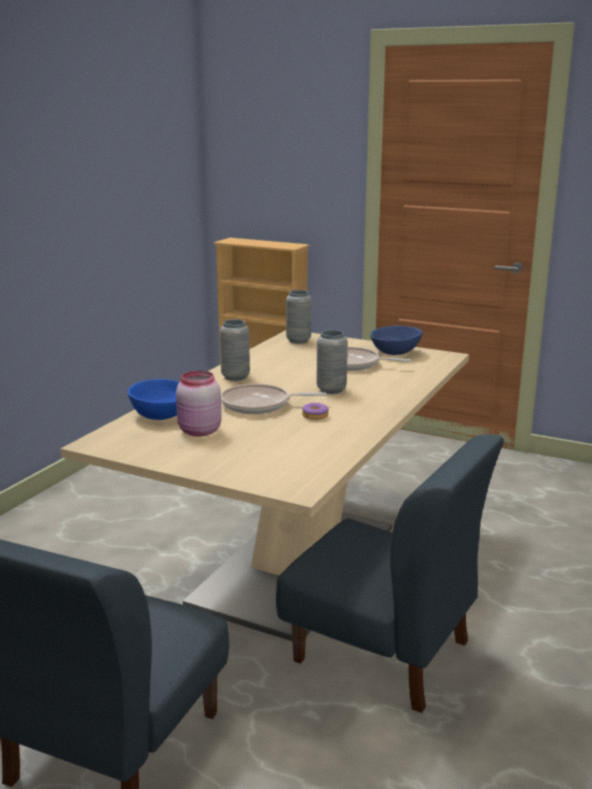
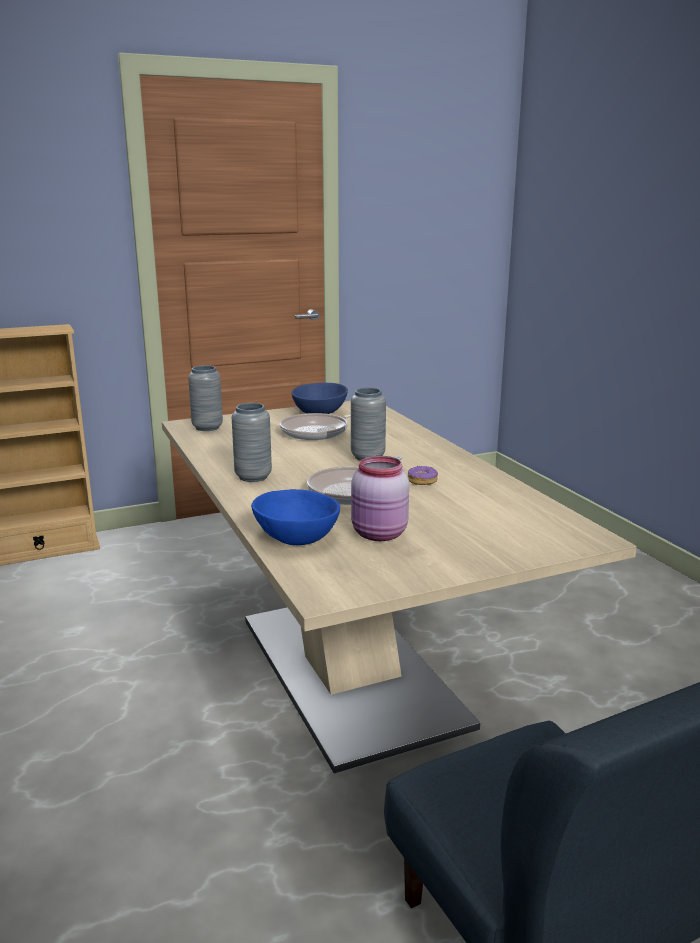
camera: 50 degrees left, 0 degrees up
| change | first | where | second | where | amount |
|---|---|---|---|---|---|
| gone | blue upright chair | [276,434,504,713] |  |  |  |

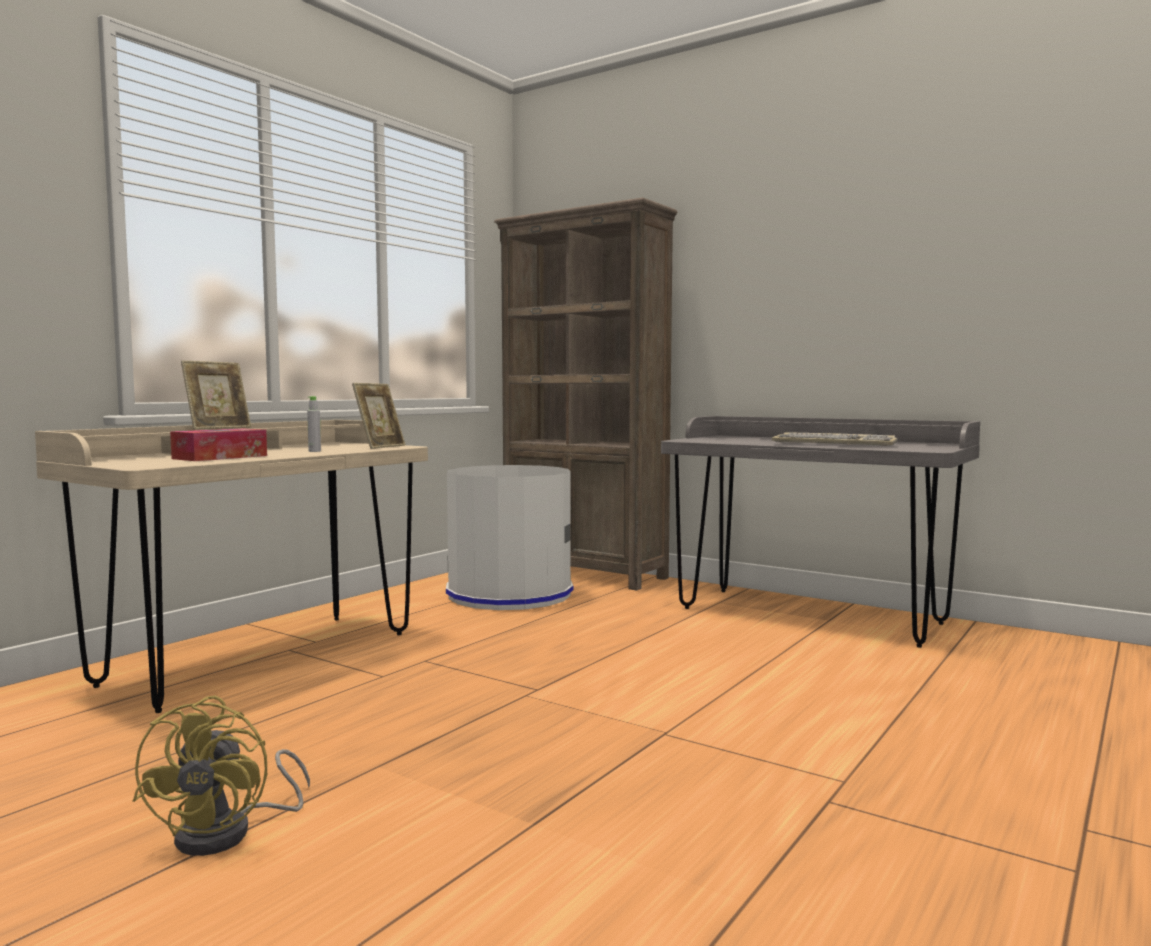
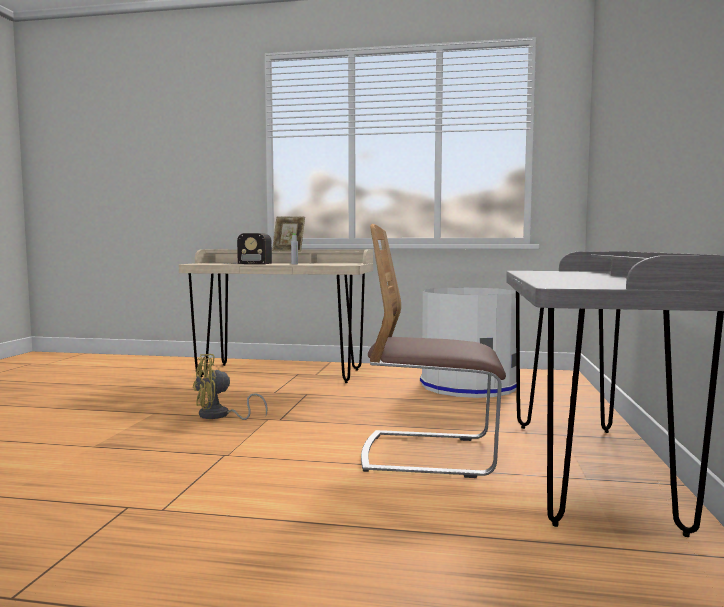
camera: 65 degrees right, 0 degrees up
| change | first | where | second | where | amount |
|---|---|---|---|---|---|
| shifted | yellow-coloured cooling fan | [132,696,310,856] |  | [193,354,268,420] |  |
| swapped | tissue box | [170,429,267,461] | radio set | [223,233,272,264] |  |
| new |  |  | upright chair | [361,224,506,478] |  |
| gone | standing frame | [352,383,406,449] |  |  |  |
| gone | brown-coloured shelving unit | [494,197,678,591] |  |  |  |
| gone | keyboard | [772,432,897,446] |  |  |  |

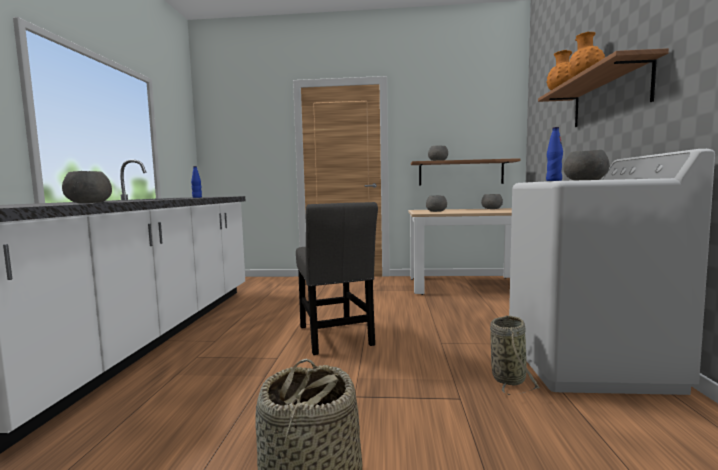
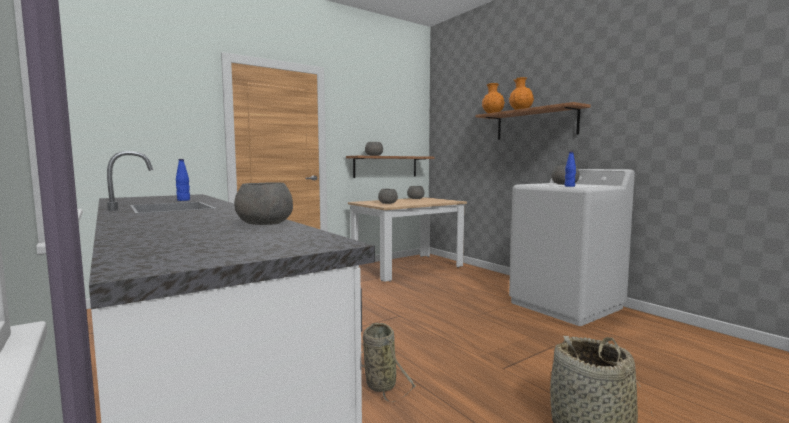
camera: 40 degrees left, 0 degrees up
| change | first | where | second | where | amount |
|---|---|---|---|---|---|
| shifted | storage basket | [490,315,540,395] |  | [361,323,416,402] |  |
| gone | greyish upright chair | [296,202,378,355] |  |  |  |

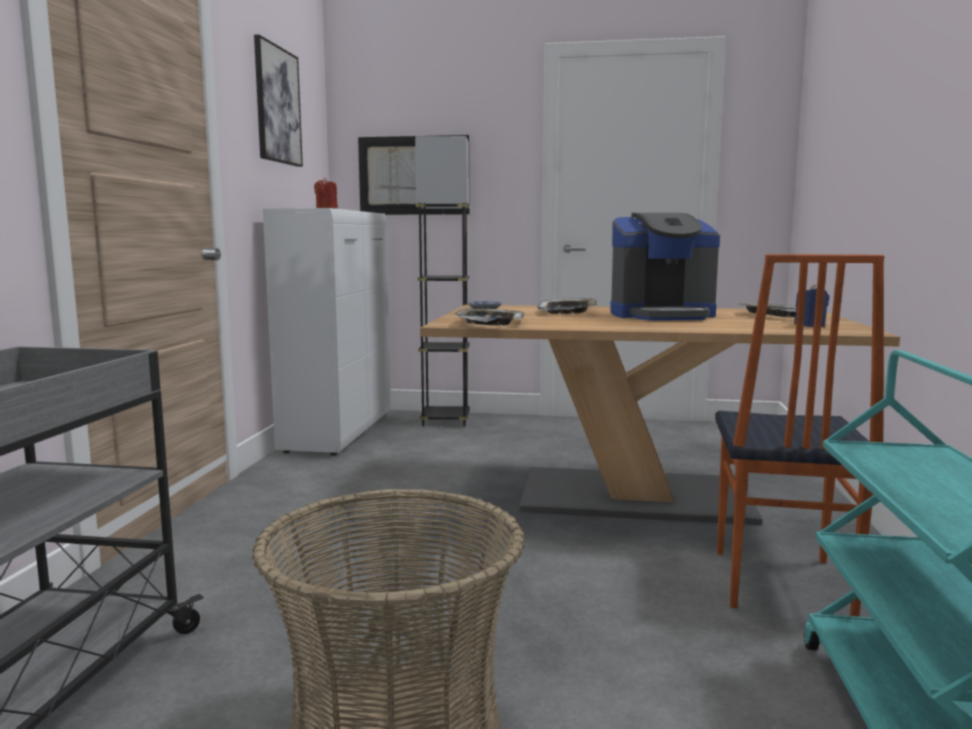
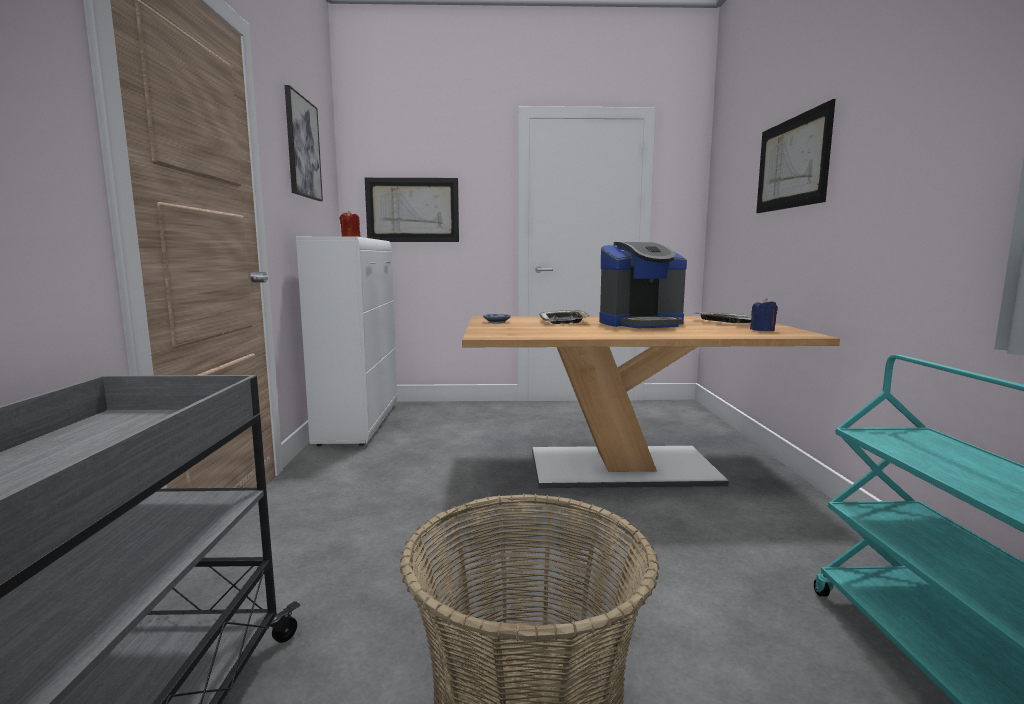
camera: 10 degrees left, 0 degrees up
| change | first | where | second | where | amount |
|---|---|---|---|---|---|
| new |  |  | wall art | [756,99,836,213] |  |
| gone | greyish standard lamp | [415,136,470,427] |  |  |  |
| gone | serving tray | [454,308,524,326] |  |  |  |
| gone | upright chair | [715,254,884,617] |  |  |  |

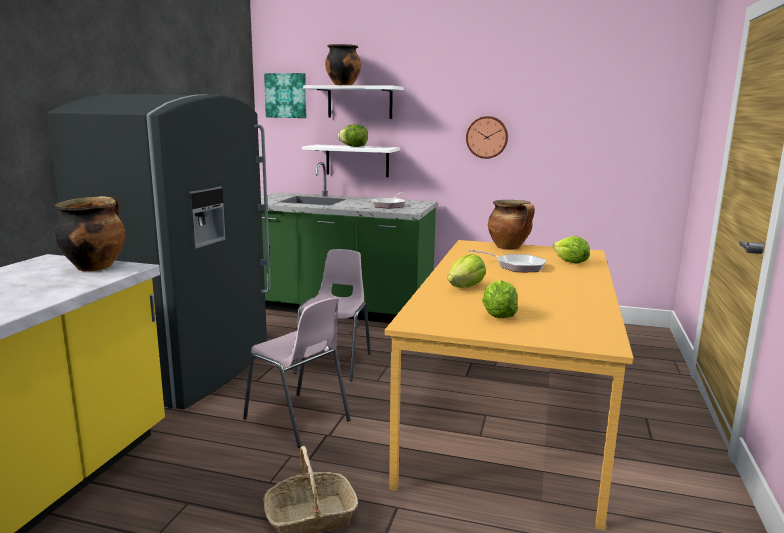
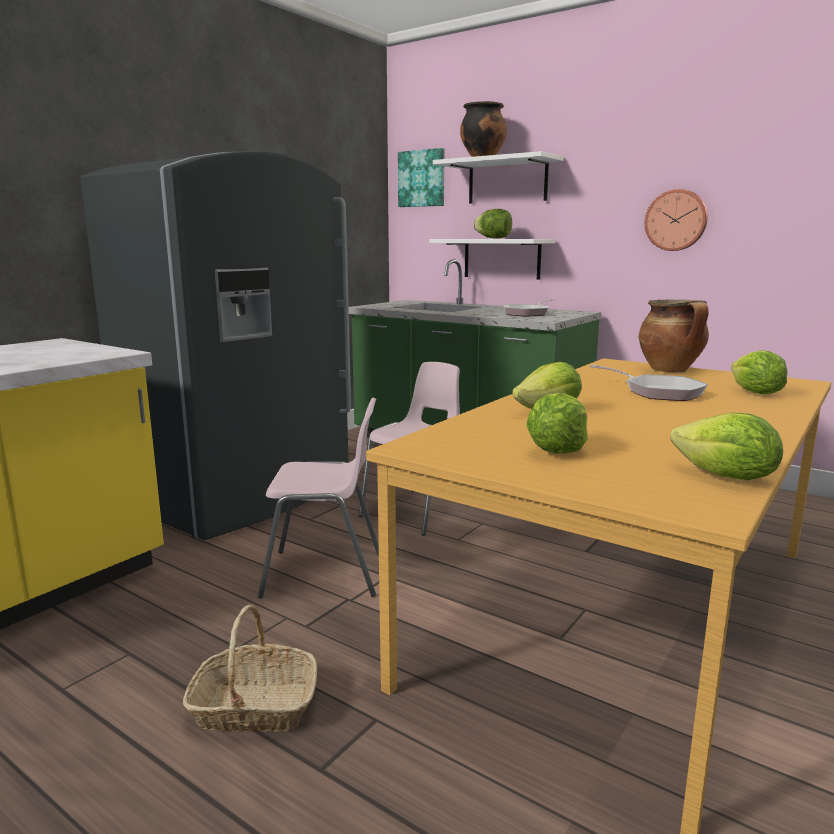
camera: 20 degrees right, 0 degrees up
| change | first | where | second | where | amount |
|---|---|---|---|---|---|
| rotated | pinkish upright chair | [243,297,351,448] |  | [258,398,379,598] | 60 degrees counterclockwise |
| new |  |  | lettuce head | [670,412,783,480] |  |
| gone | stockpot | [55,196,125,271] |  |  |  |

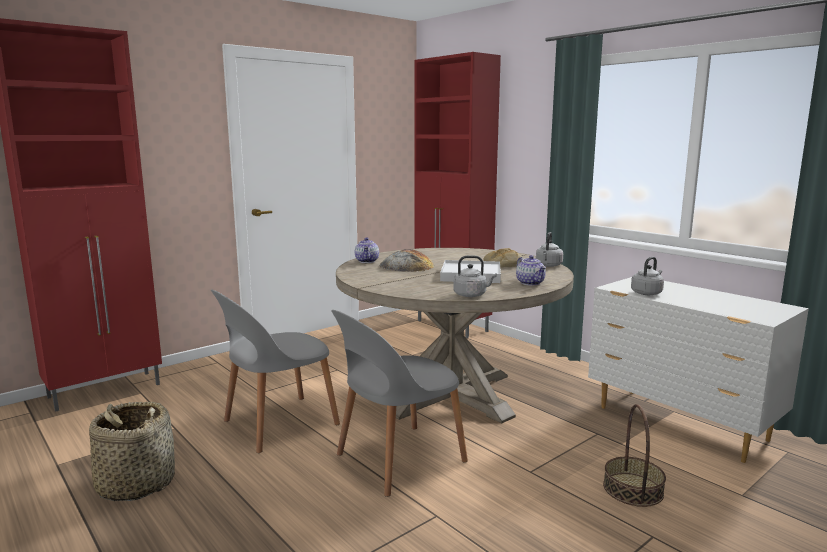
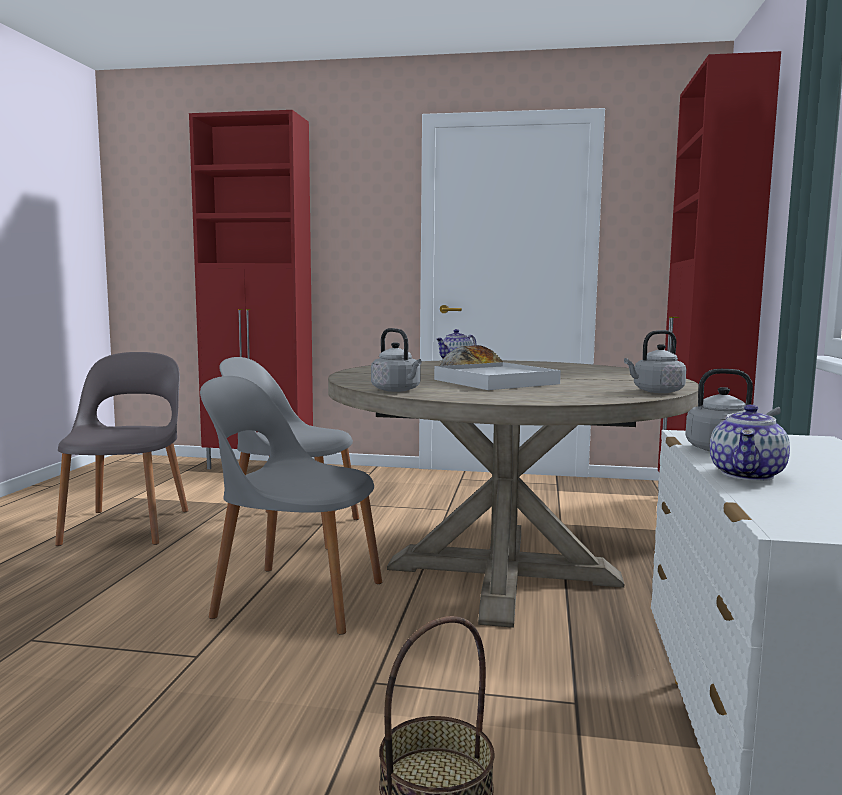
camera: 50 degrees right, 5 degrees down
| change | first | where | second | where | amount |
|---|---|---|---|---|---|
| swapped | storage basket | [89,402,175,501] | greyish upright chair | [55,352,189,546] |  |
| shifted | pot for tea | [516,255,546,285] |  | [710,404,790,481] |  |
| gone | bread | [483,248,522,268] |  |  |  |

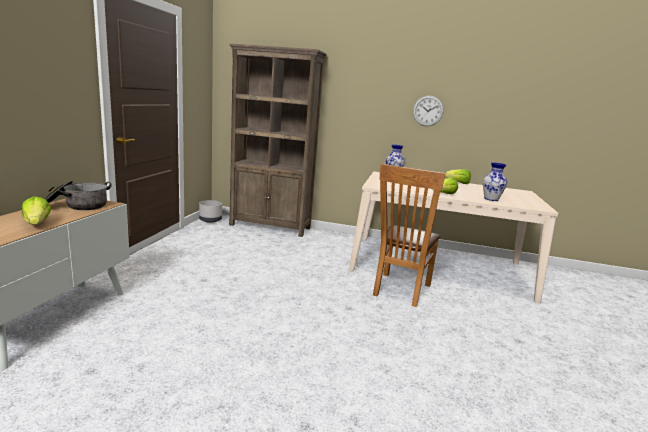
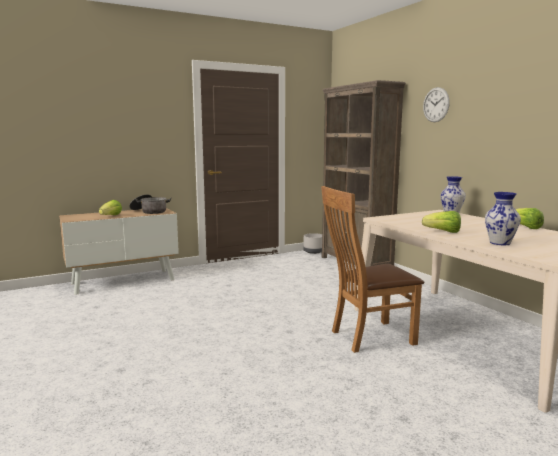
camera: 50 degrees right, 5 degrees down
| change | first | where | second | where | amount |
|---|---|---|---|---|---|
| shifted | clock on the wall | [413,96,444,126] |  | [423,87,450,122] |  |

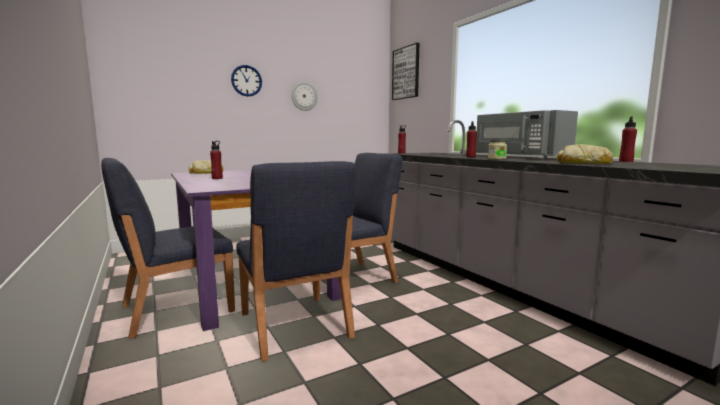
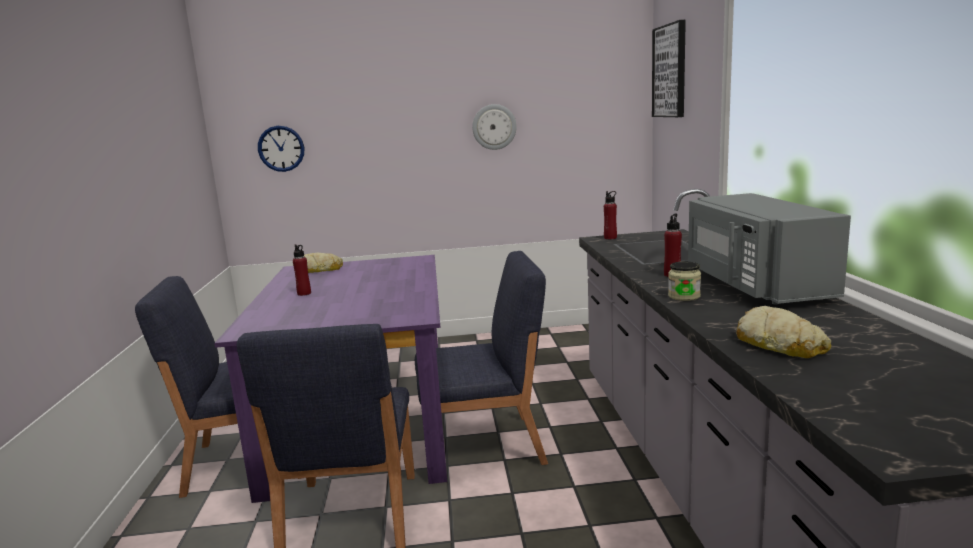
camera: 25 degrees right, 5 degrees up
| change | first | where | second | where | amount |
|---|---|---|---|---|---|
| shifted | clock on the wall | [231,65,262,97] |  | [258,126,304,172] |  |
| gone | reddish beverage bottle | [619,116,637,162] |  |  |  |

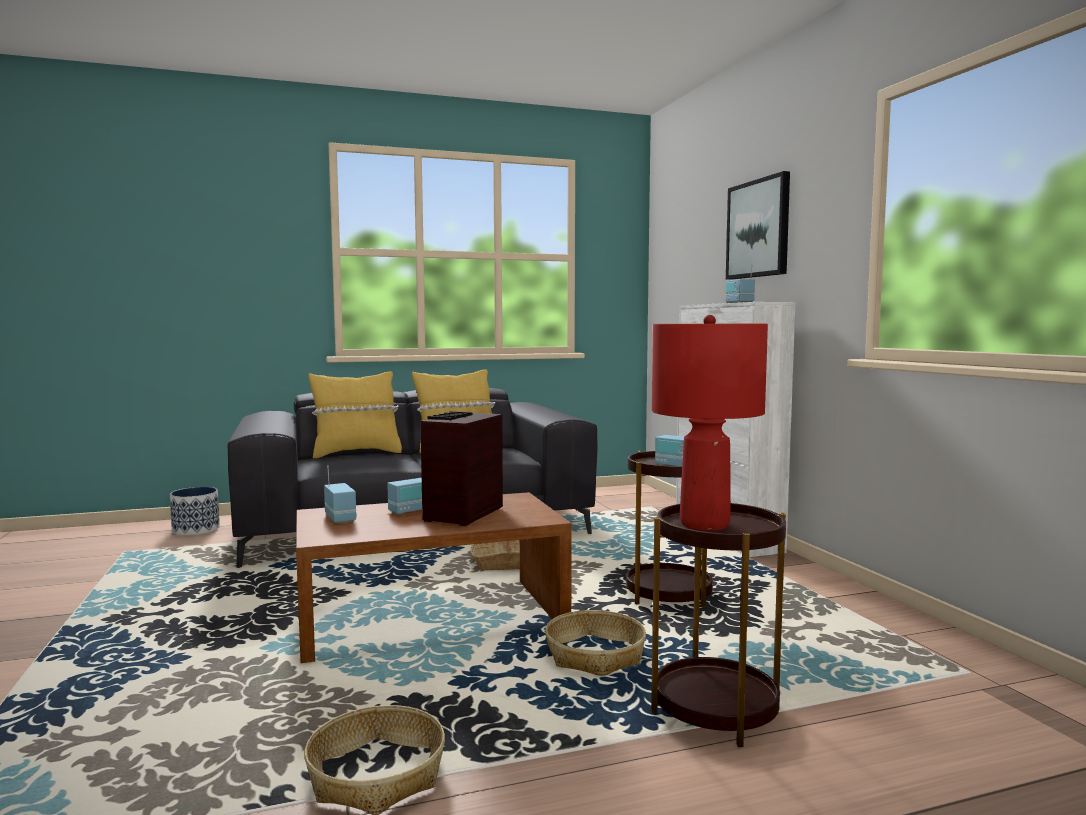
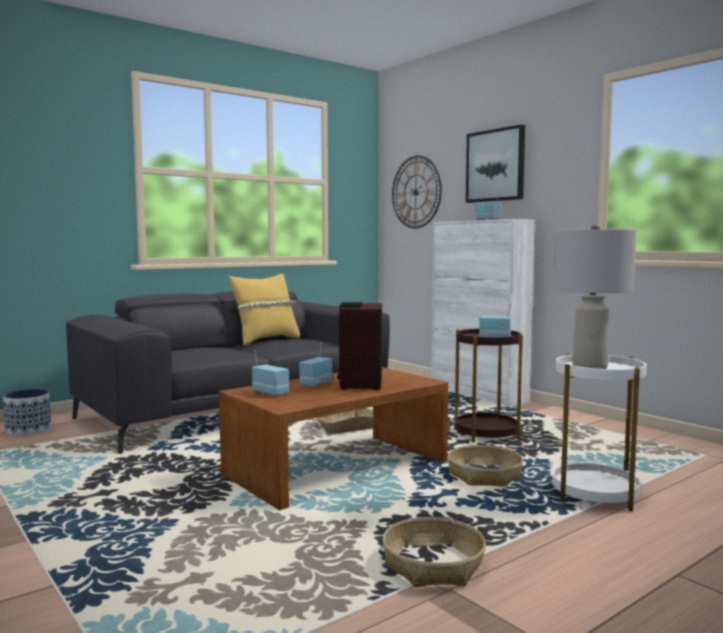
camera: 20 degrees left, 0 degrees up
| change | first | where | second | where | amount |
|---|---|---|---|---|---|
| new |  |  | clock on the wall | [392,155,442,229] |  |
| repainted | brown-coloured accent table | [651,503,786,747] | whitish accent table | [552,354,647,512] |  |
| repainted | reddish table lamp | [652,315,768,531] | greyish table lamp | [554,224,636,369] |  |
| gone | yellow-coloured throw pillow | [309,372,402,458] |  |  |  |

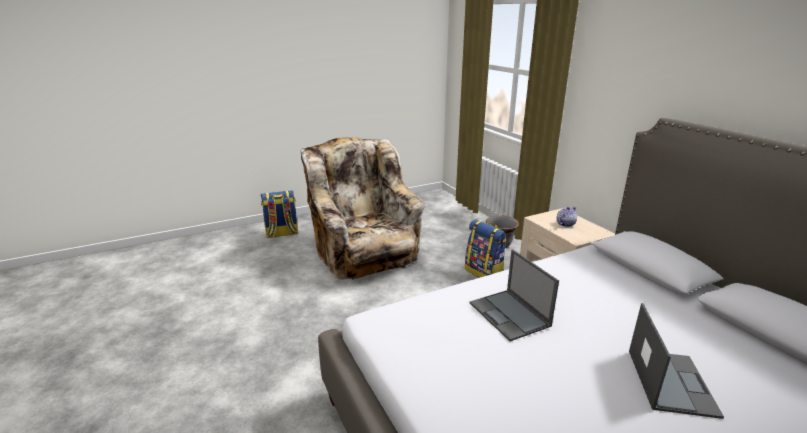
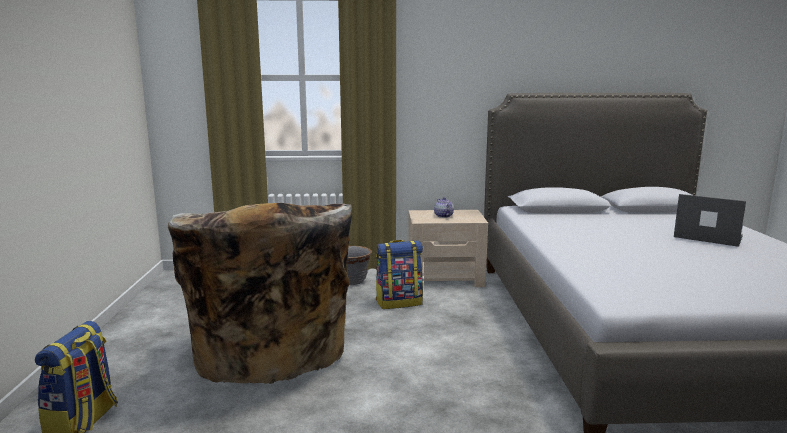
camera: 65 degrees left, 10 degrees down
| change | first | where | second | where | amount |
|---|---|---|---|---|---|
| rotated | beige armchair | [301,137,425,282] |  | [168,203,352,384] | 105 degrees counterclockwise |
| gone | notebook computer | [470,249,559,341] |  |  |  |

